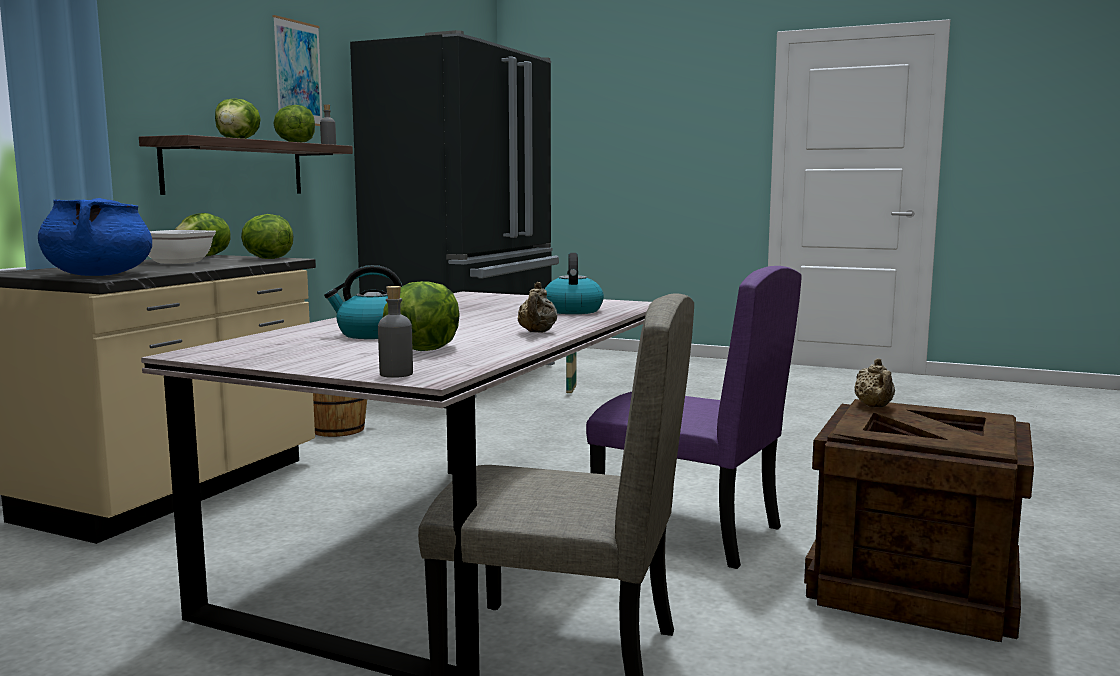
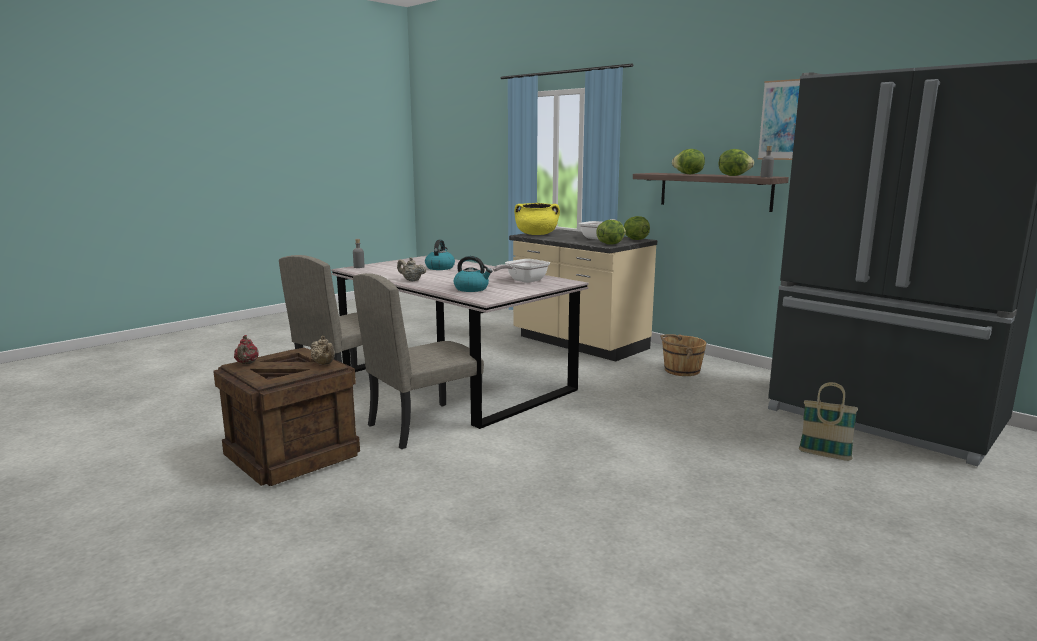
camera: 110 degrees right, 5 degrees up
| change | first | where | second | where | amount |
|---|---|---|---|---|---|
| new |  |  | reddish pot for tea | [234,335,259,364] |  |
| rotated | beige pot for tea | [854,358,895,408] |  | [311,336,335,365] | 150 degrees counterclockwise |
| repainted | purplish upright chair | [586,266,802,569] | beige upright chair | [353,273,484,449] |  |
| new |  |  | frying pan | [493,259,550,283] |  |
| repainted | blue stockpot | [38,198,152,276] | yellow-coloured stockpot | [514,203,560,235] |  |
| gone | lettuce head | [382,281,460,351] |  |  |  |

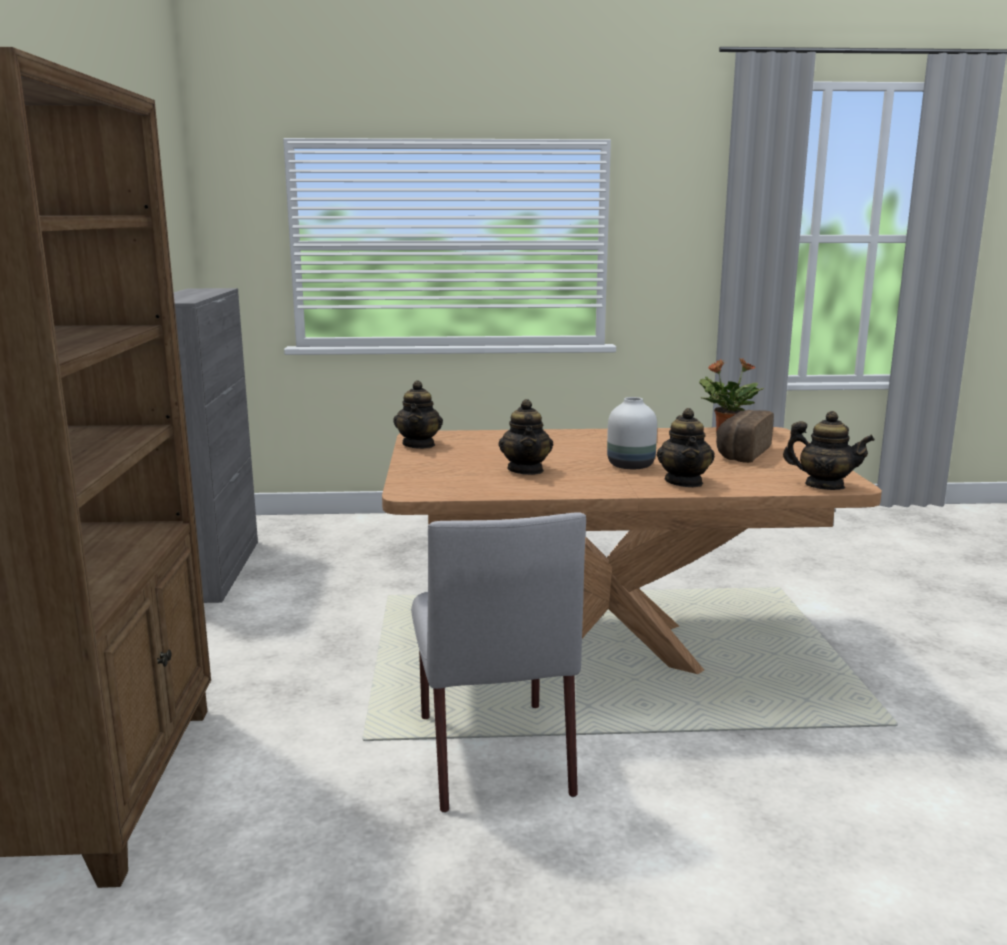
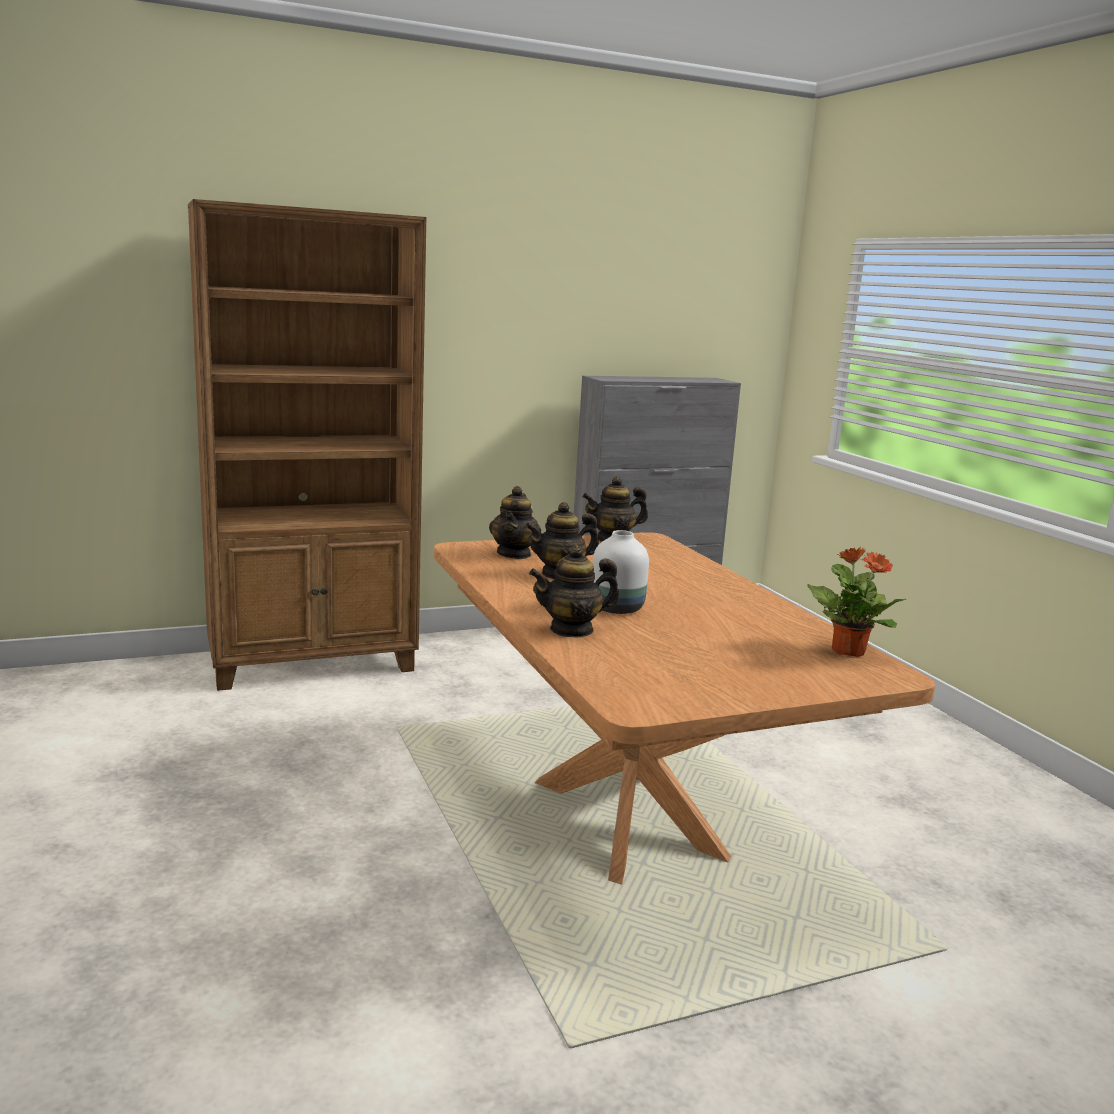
camera: 70 degrees right, 0 degrees up
| change | first | where | second | where | amount |
|---|---|---|---|---|---|
| shifted | pot for tea | [783,411,875,490] |  | [489,486,541,559] |  |
| gone | greyish upright chair | [411,512,586,813] |  |  |  |
| gone | bread | [716,410,774,463] |  |  |  |

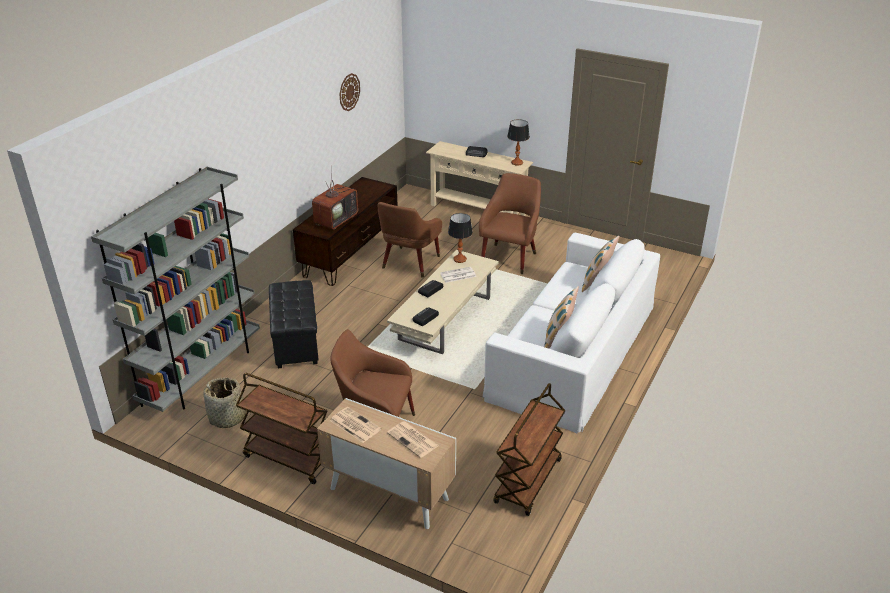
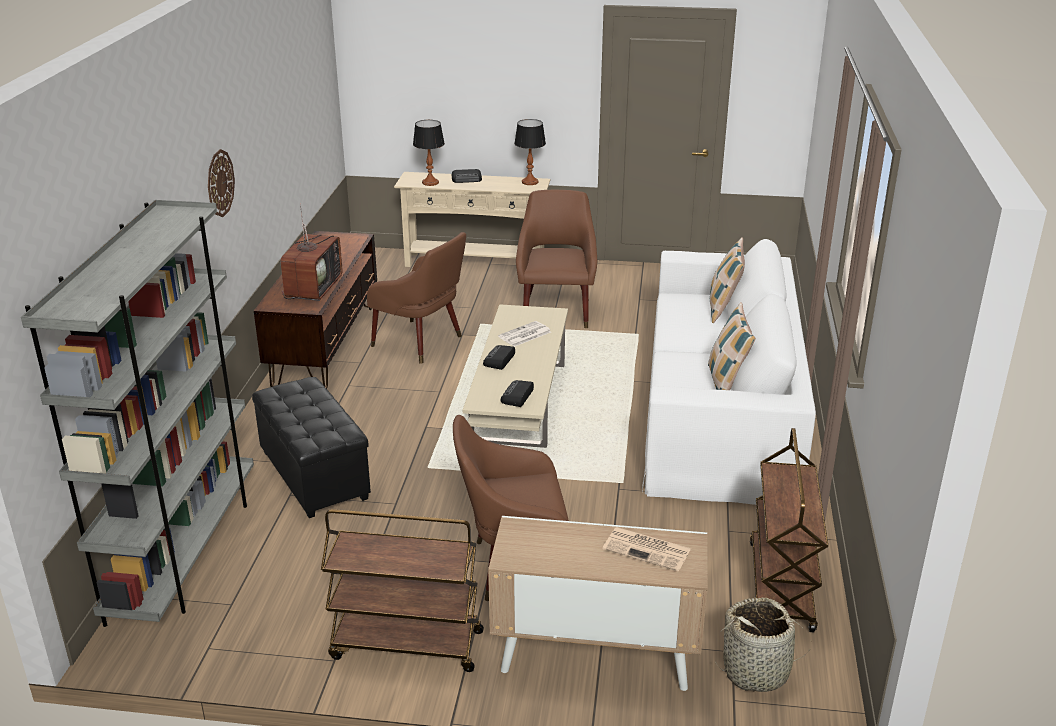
camera: 20 degrees left, 5 degrees down
| change | first | where | second | where | amount |
|---|---|---|---|---|---|
| shifted | clock on the wall | [339,73,360,111] |  | [208,149,235,217] |  |
| rotated | brown-coloured armchair | [378,202,442,278] |  | [367,232,466,364] | 60 degrees counterclockwise |
| shifted | table lamp | [448,213,473,263] |  | [413,120,445,186] |  |
| shifted | storage basket | [203,377,251,428] |  | [715,598,809,692] |  |
| gone | printed paper | [330,407,381,443] |  |  |  |

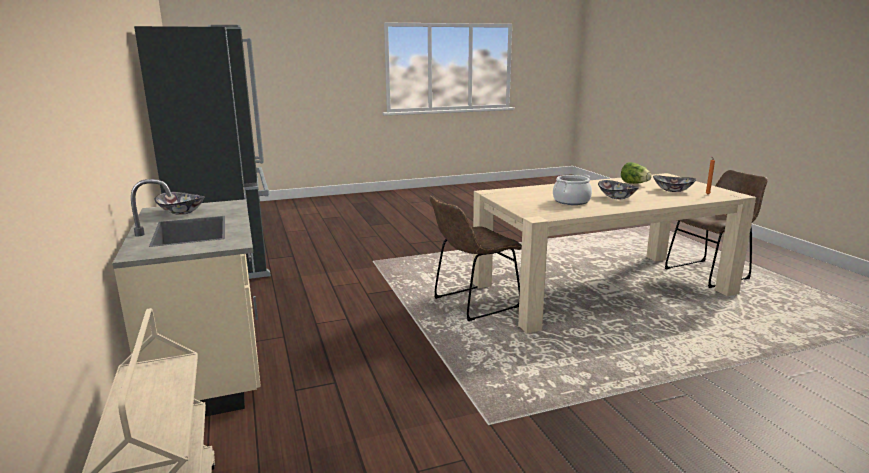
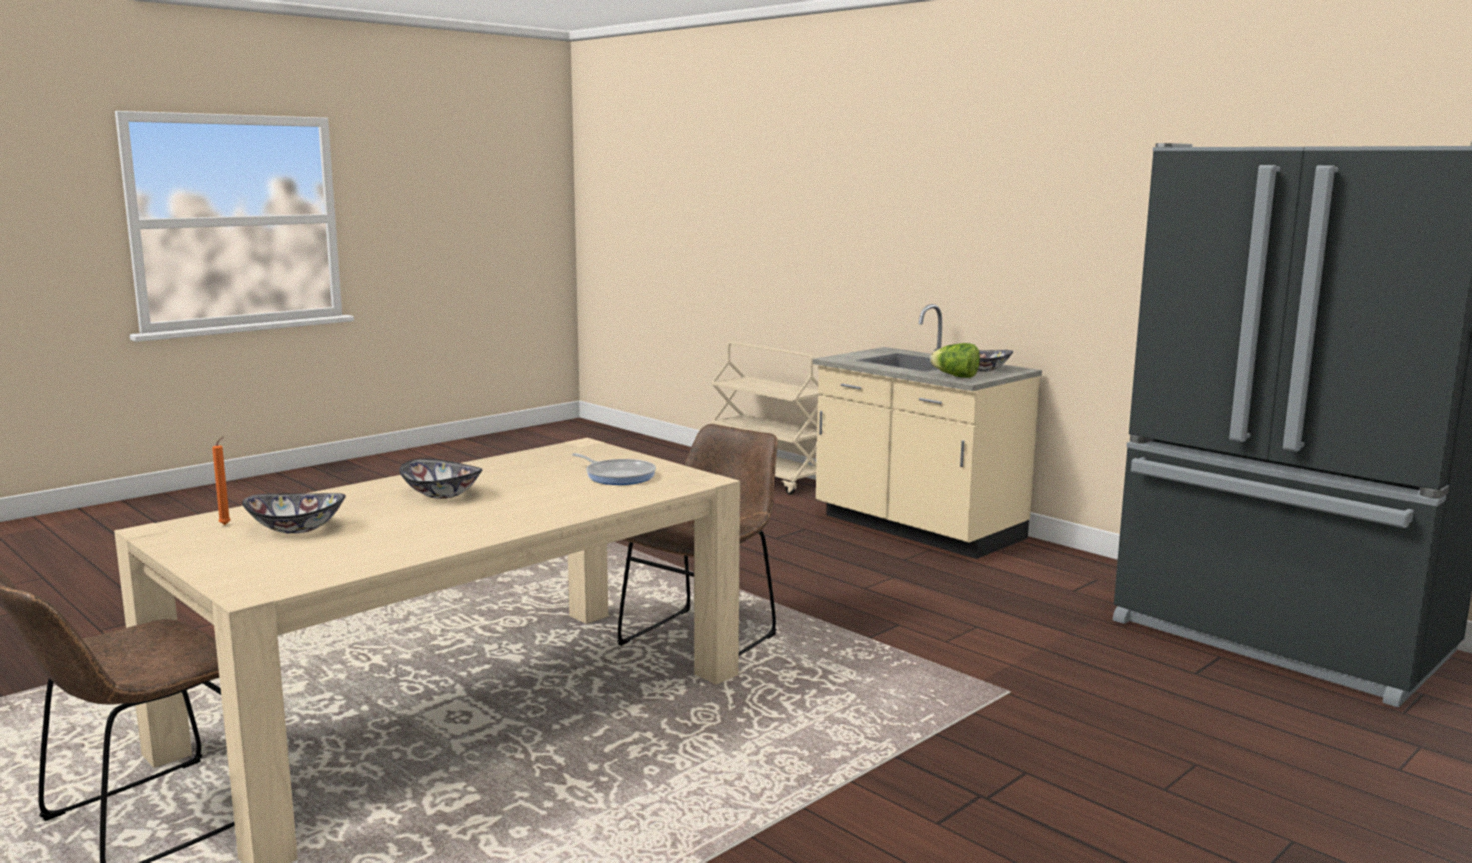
camera: 155 degrees right, 5 degrees down
| change | first | where | second | where | amount |
|---|---|---|---|---|---|
| new |  |  | frying pan | [572,453,656,485] |  |
| shifted | lettuce head | [621,162,652,184] |  | [930,343,980,378] |  |
| gone | stockpot | [553,175,592,205] |  |  |  |

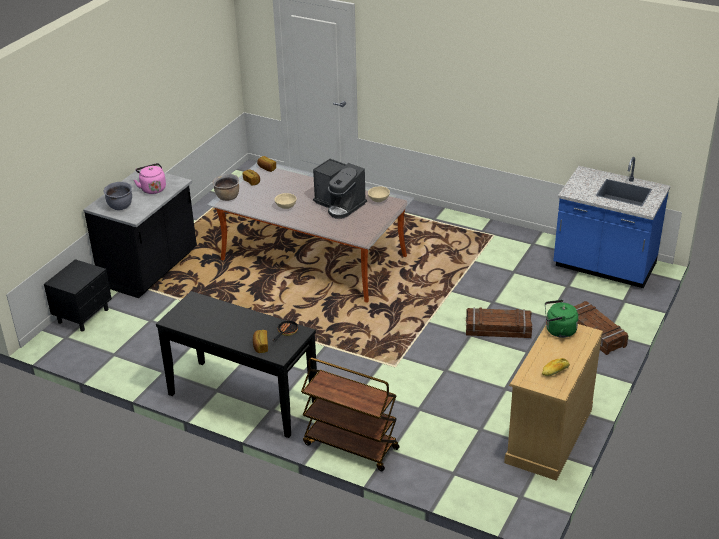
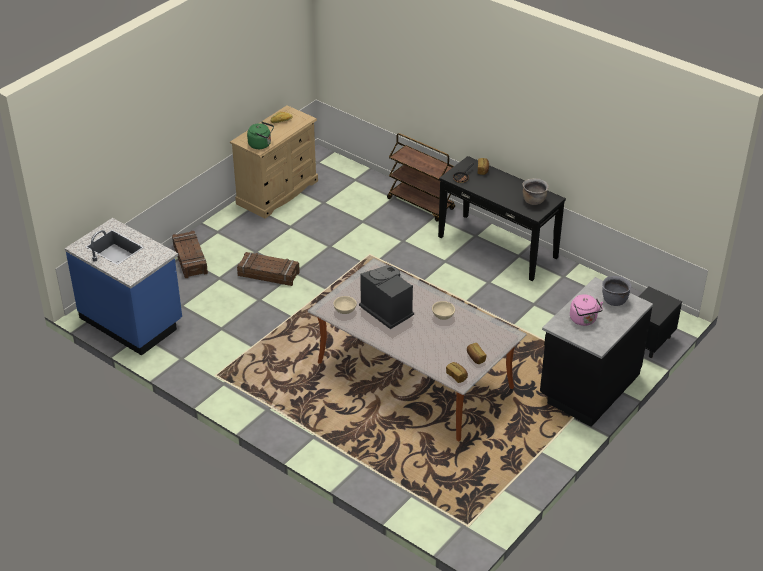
camera: 170 degrees left, 5 degrees up
| change | first | where | second | where | amount |
|---|---|---|---|---|---|
| shifted | brown-coloured stockpot | [212,174,239,201] |  | [523,178,549,205] |  |

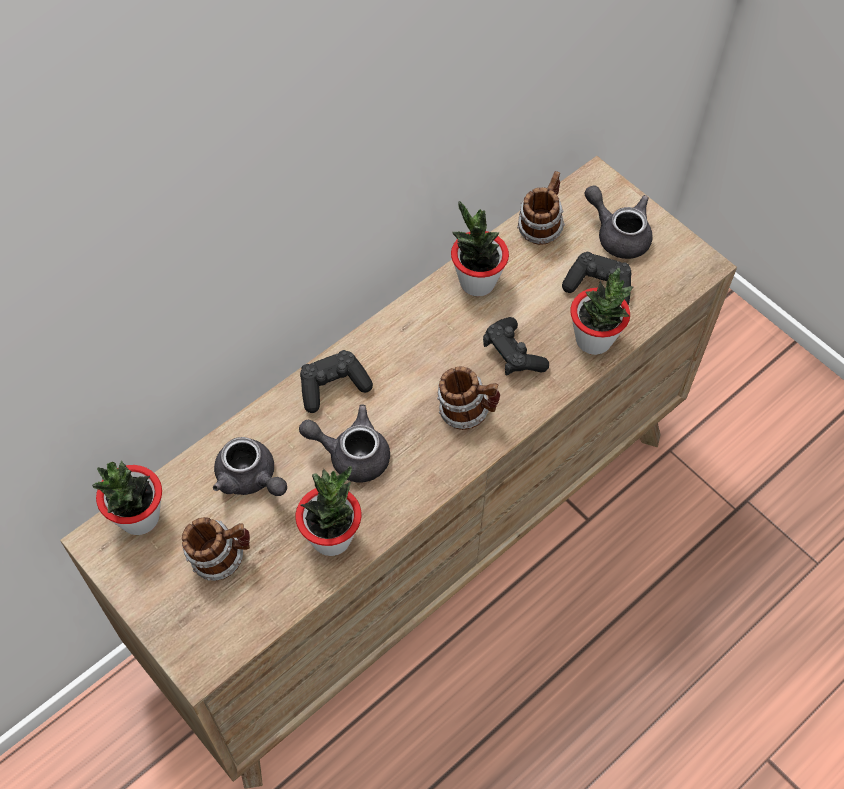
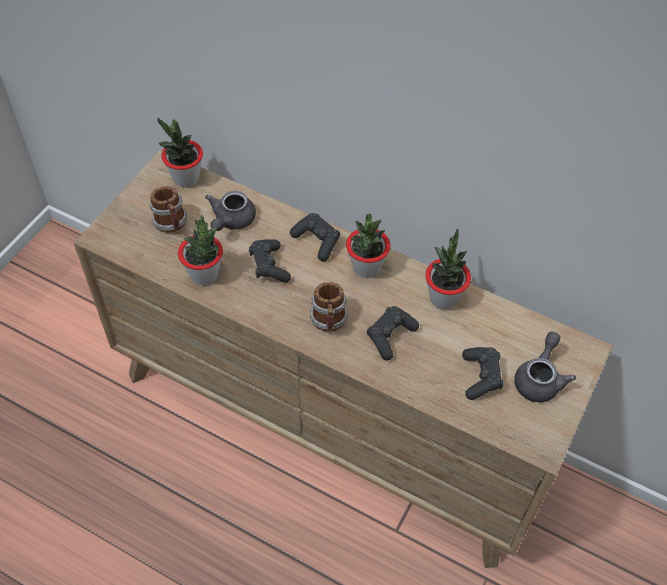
camera: 70 degrees right, 5 degrees down
| change | first | where | second | where | amount |
|---|---|---|---|---|---|
| swapped | greyish pot for tea | [299,404,390,483] | black game controller | [249,239,291,283] |  |
| shifted | plant in a pot | [570,268,633,355] |  | [346,214,390,278] |  |
| gone | coffee mug | [517,171,565,245] |  |  |  |

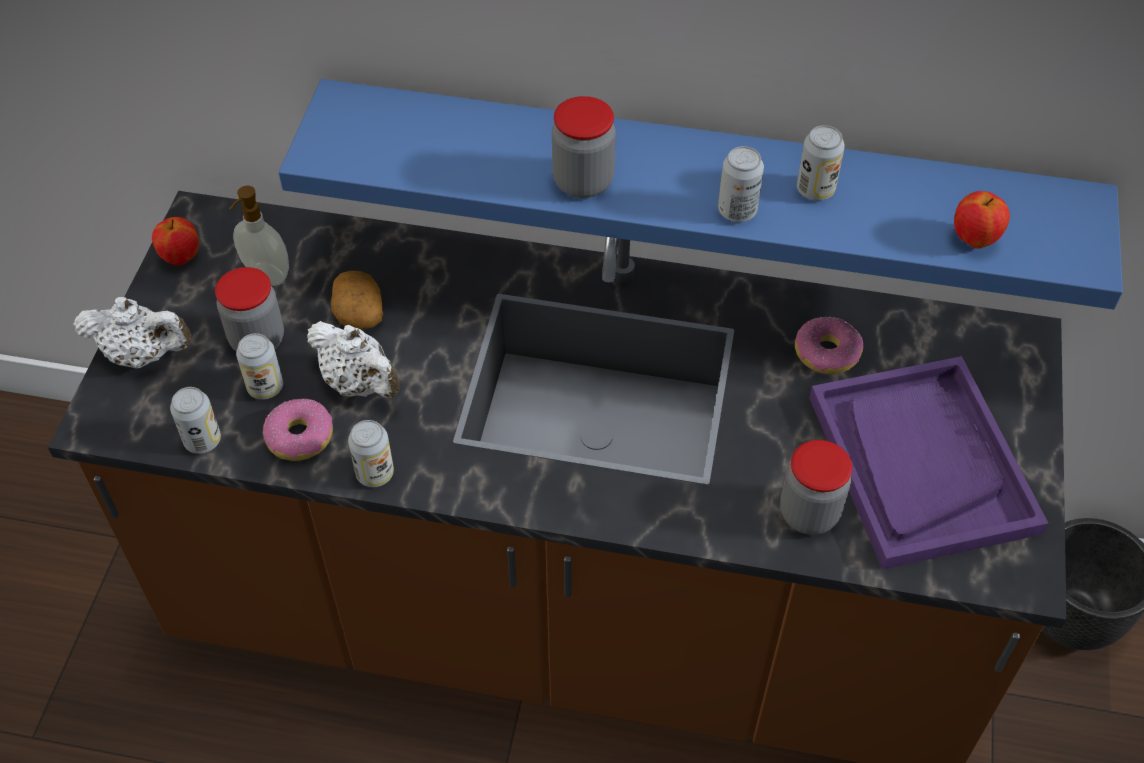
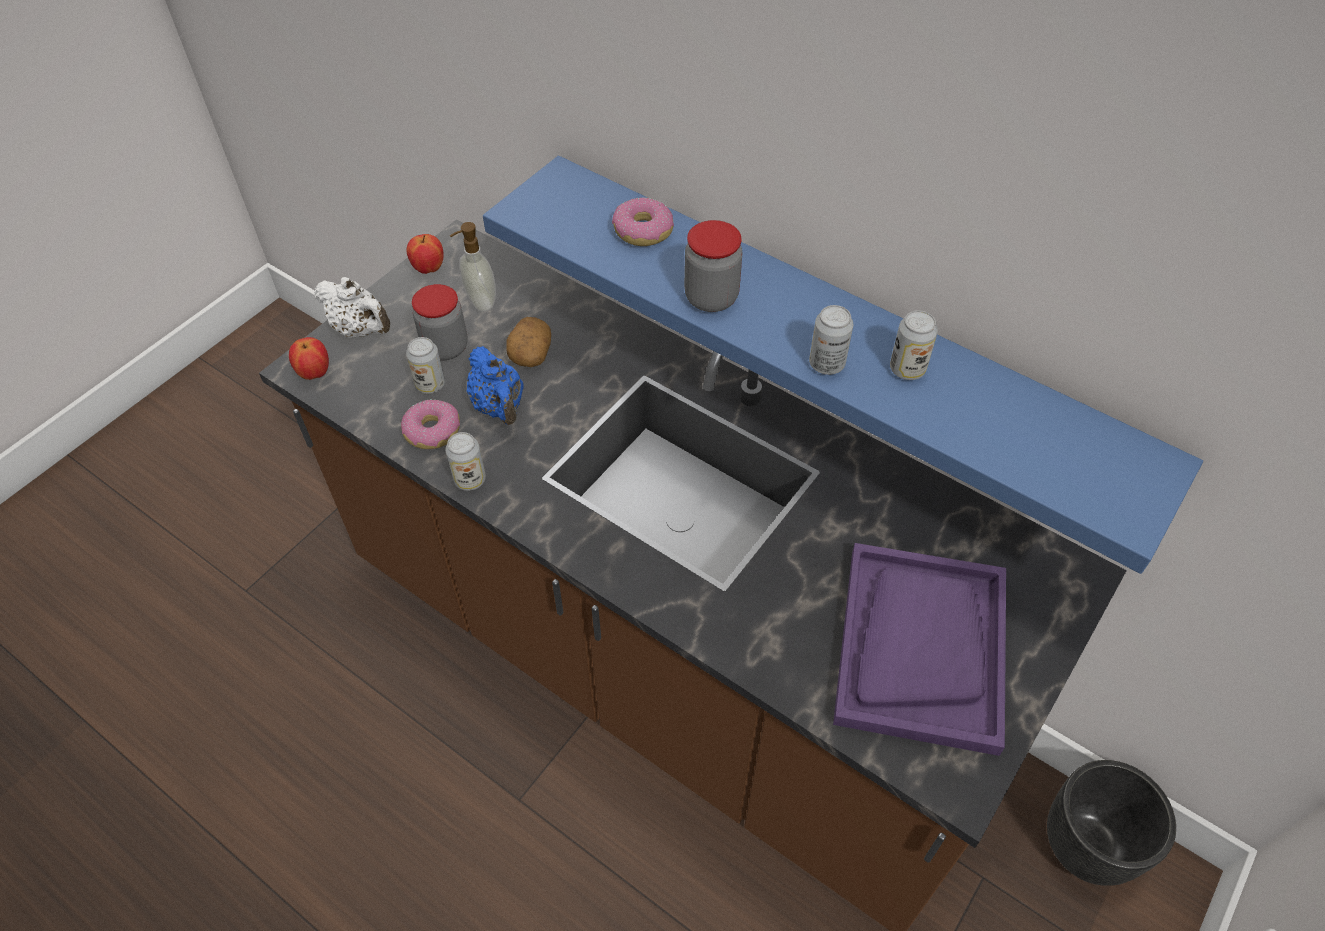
camera: 25 degrees right, 0 degrees up
| change | first | where | second | where | amount |
|---|---|---|---|---|---|
| shifted | apple | [954,191,1010,249] |  | [289,337,329,380] |  |
| repainted | whitish pot for tea | [307,321,400,398] | blue pot for tea | [466,346,524,425] |  |
| shifted | donut | [795,316,863,374] |  | [612,197,674,246] |  |
| gone | sealed can | [170,387,221,454] |  |  |  |
| gone | jar | [780,440,852,535] |  |  |  |

